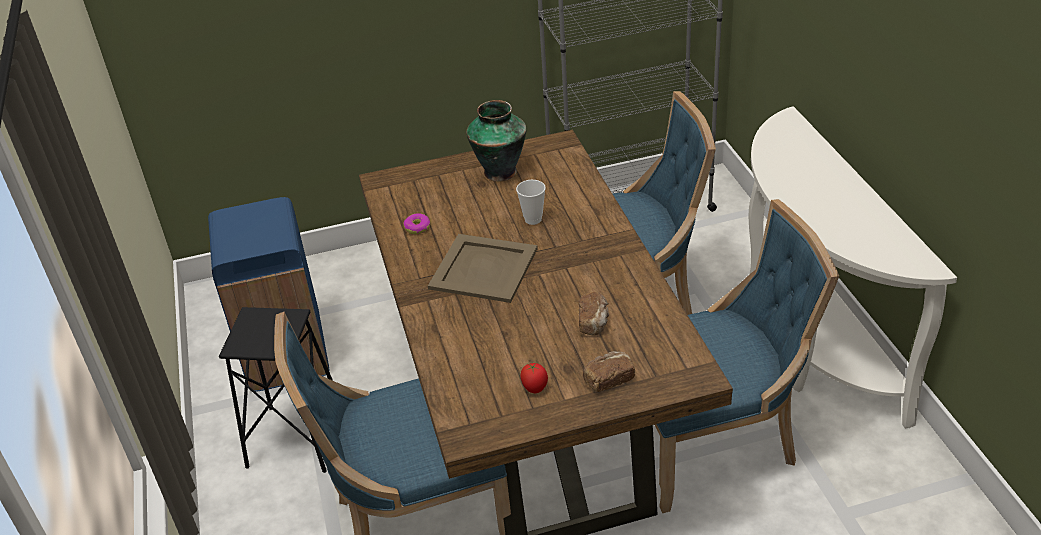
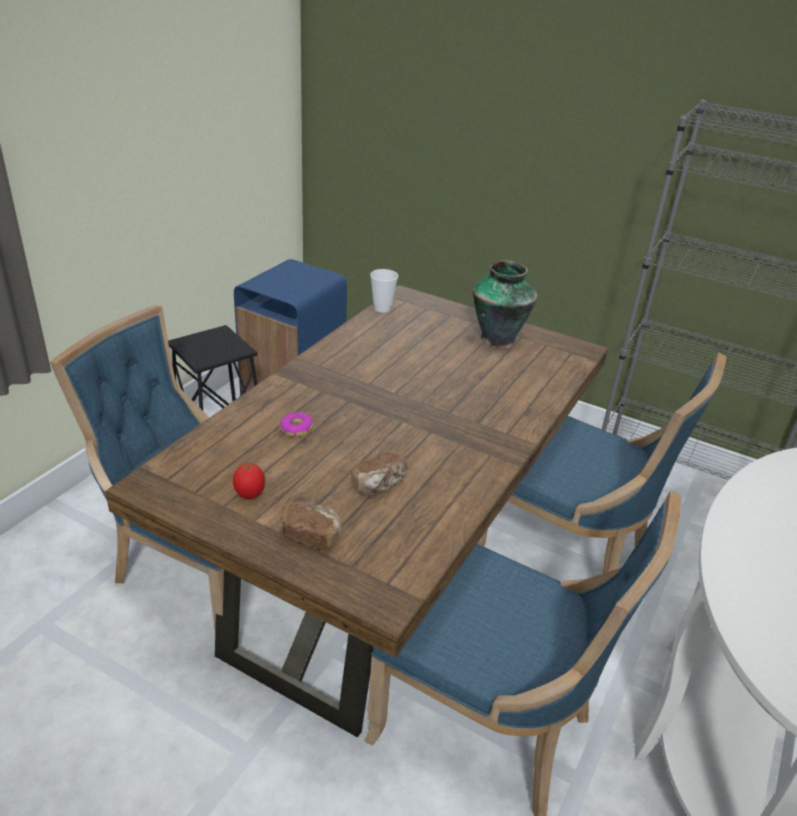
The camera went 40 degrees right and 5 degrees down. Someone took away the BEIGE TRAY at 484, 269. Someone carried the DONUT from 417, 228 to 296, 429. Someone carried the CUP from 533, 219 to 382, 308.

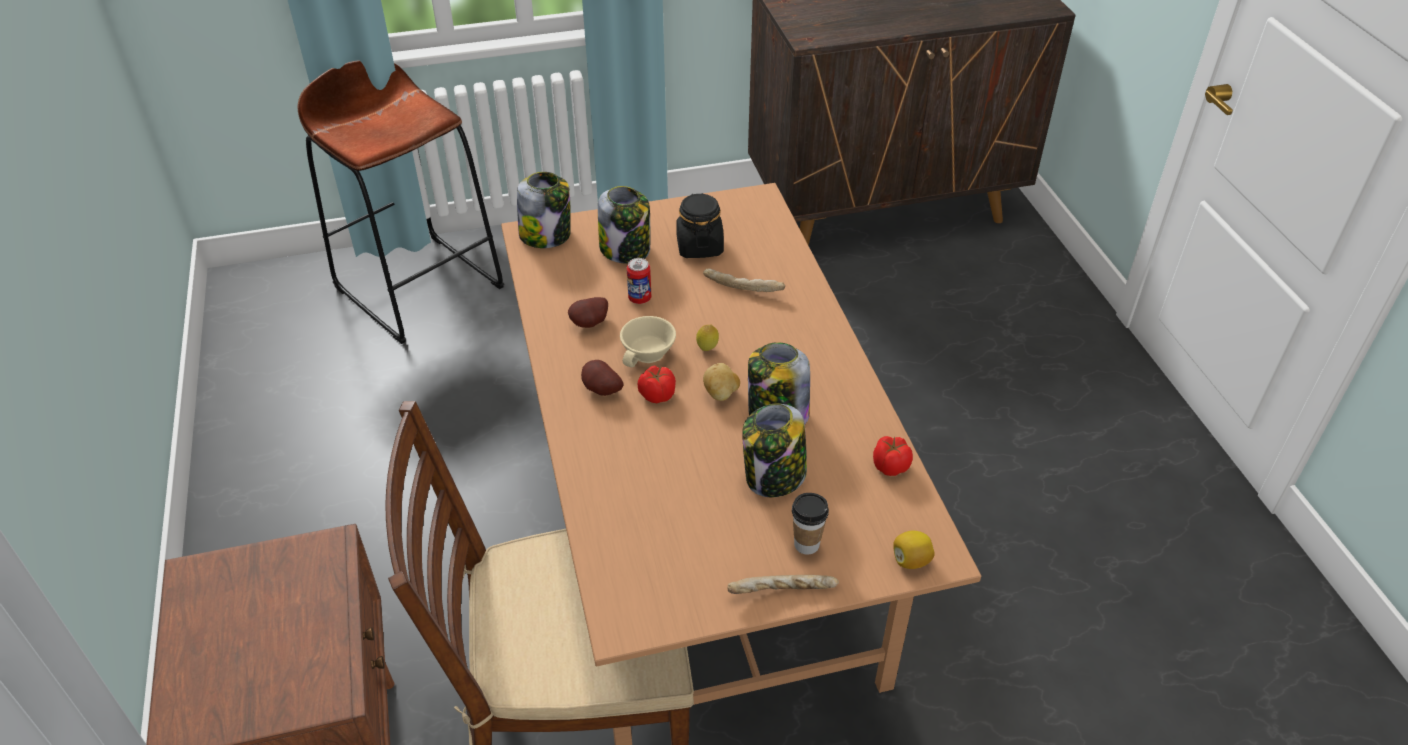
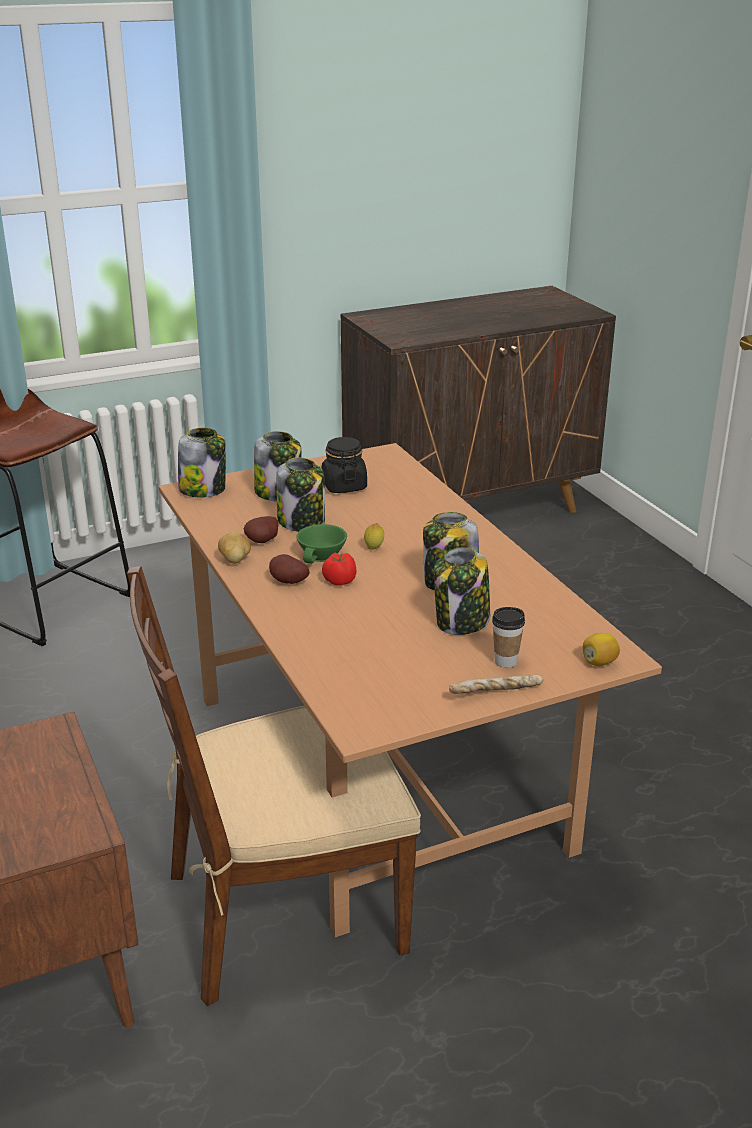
The camera went 10 degrees left and 15 degrees down. Someone took away the BREAD at 743, 286. Someone took away the TOMATO at 890, 465. Someone carried the POTATO from 721, 394 to 235, 560. Someone swapped the CAN at 639, 298 for the JAR at 302, 522. Someone repainted the BEIGE CUP at 649, 354, which became the GREEN CUP at 323, 556.

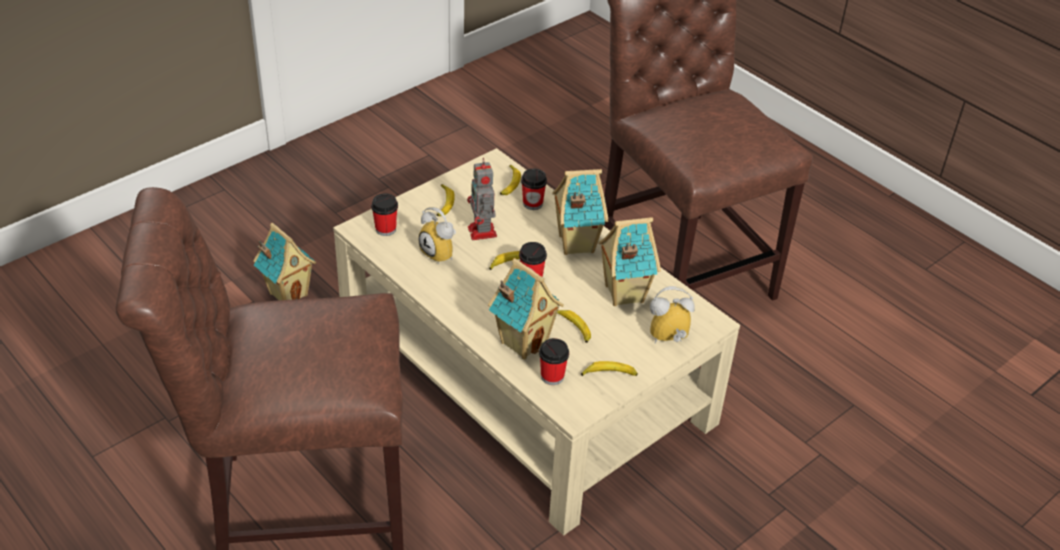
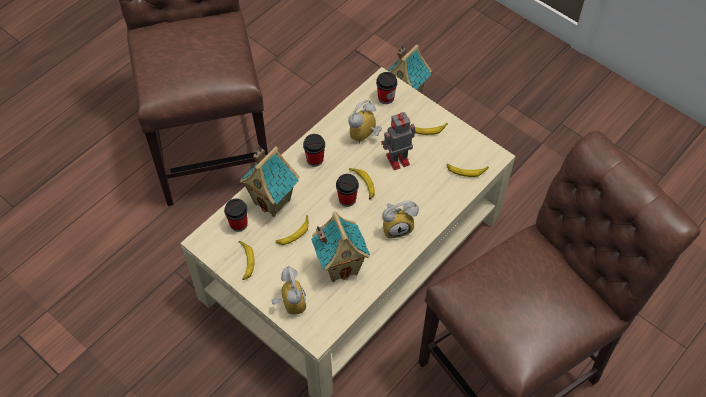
The camera went 85 degrees right and 15 degrees up. Someone carried the CUP from 532, 203 to 315, 159. Someone swapped the TOY HOUSE at 575, 244 for the ALARM CLOCK at 397, 226.

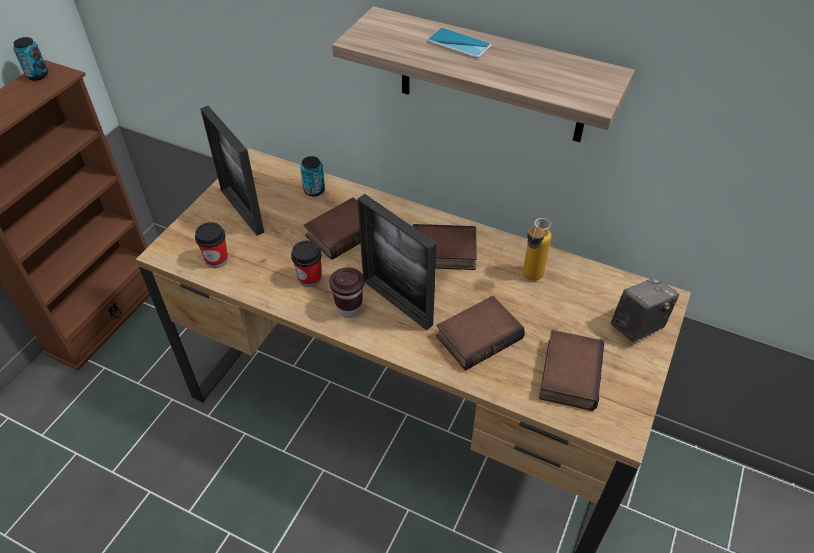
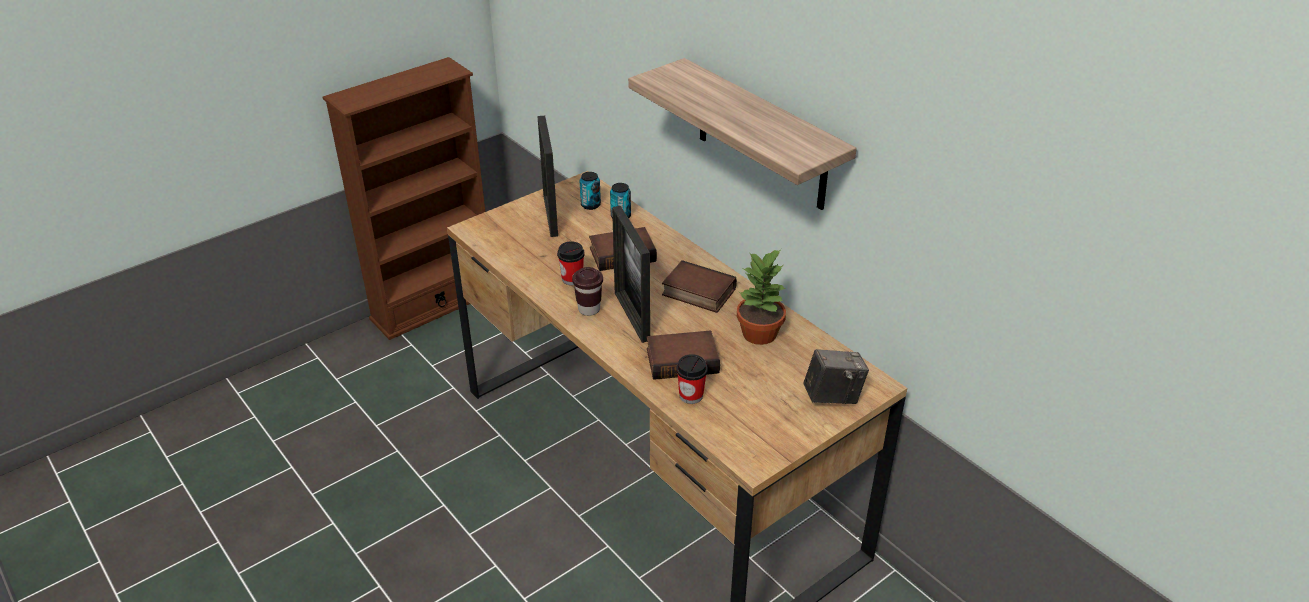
The camera went 25 degrees right and 10 degrees down. Someone took away the PHONE at 458, 44. Someone took away the BOOK at 568, 373. Someone carried the CAN from 37, 75 to 590, 205. Someone carried the CUP from 217, 260 to 691, 395. Someone swapped the BOTTLE at 529, 280 for the POTTED PLANT at 760, 334.

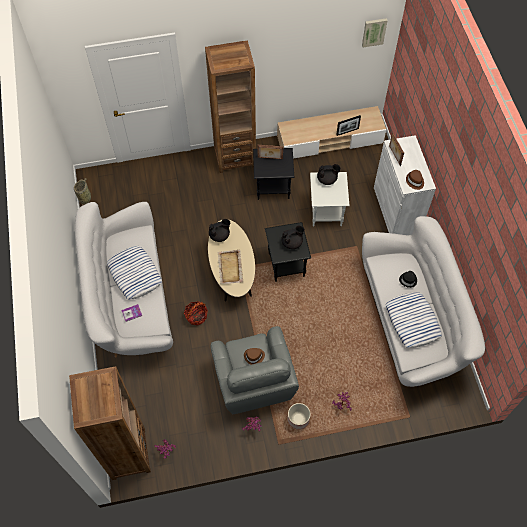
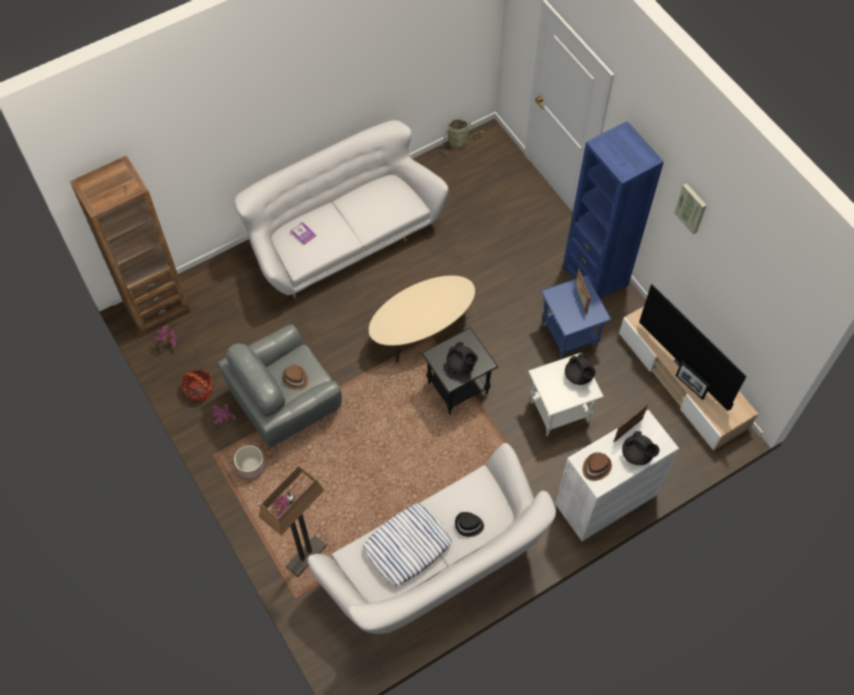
The camera went 70 degrees right and 0 degrees up. Someone took away the PILLOW at 134, 274. Someone took away the BEIGE TRAY at 230, 268. Someone put down the FLOOR LAMP at 306, 556. Someone put down the TELEVISION at 687, 364. Someone carried the BASKET from 196, 316 to 199, 389. Someone carried the BLACK TEAPOT from 220, 235 to 637, 454. Someone carried the PICTURE from 374, 32 to 691, 208. Someone repainted the BROWN BOOKCASE at 235, 157, which became the BLUE BOOKCASE at 595, 276. Someone repainted the BLACK SIDE TABLE at 273, 187, which became the BLUE SIDE TABLE at 569, 336.

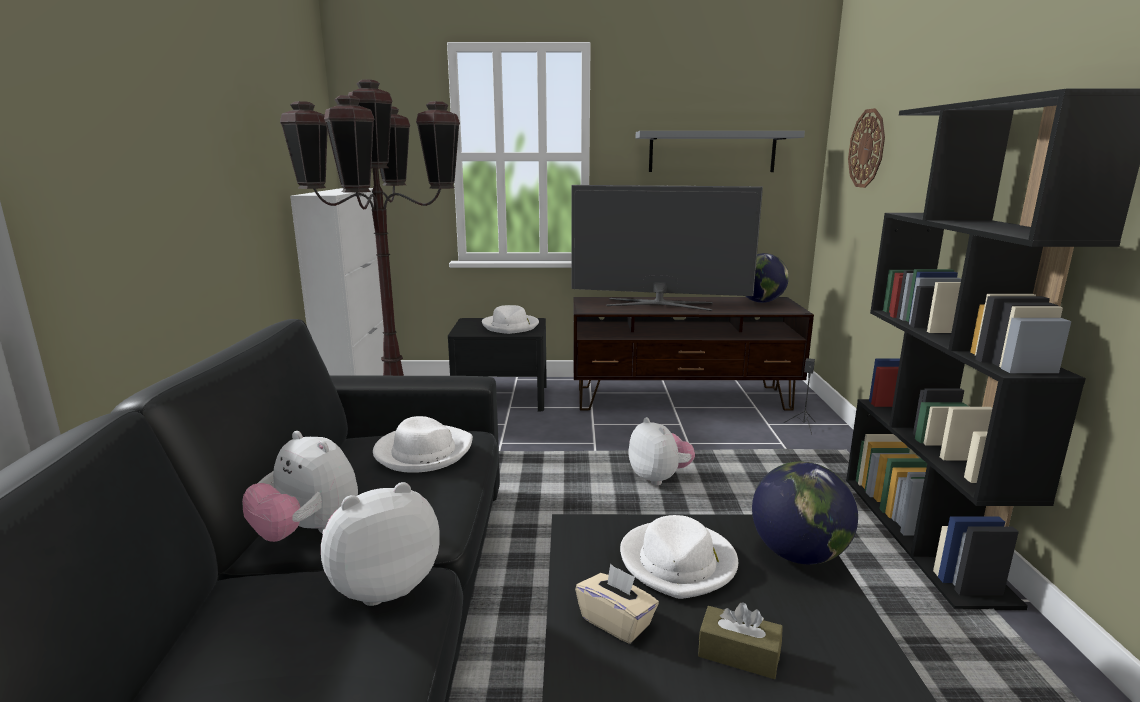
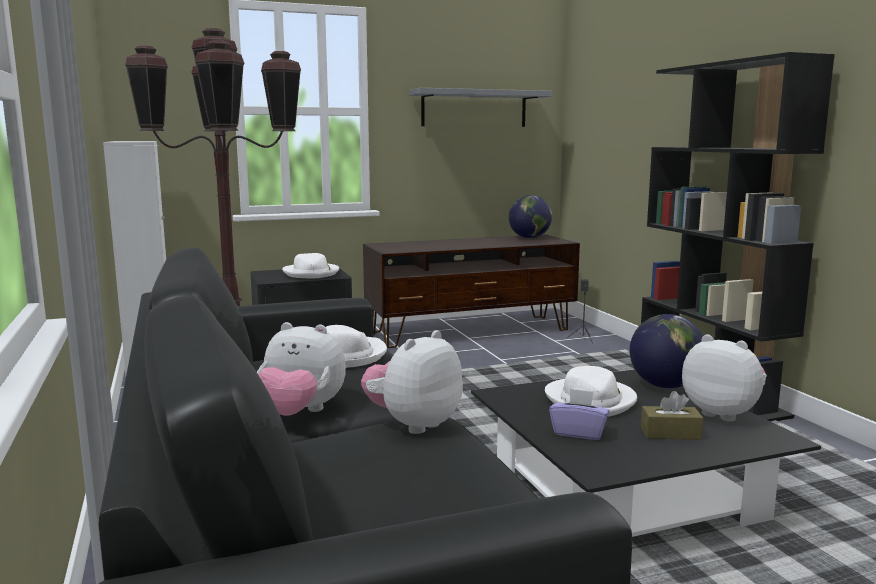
The camera went 20 degrees left and 5 degrees down. Someone took away the TELEVISION at 659, 304. Someone took away the WALL CLOCK at 867, 148. Someone carried the PLUSH TOY from 659, 478 to 722, 413. Someone repainted the BEIGE TISSUE BOX at 616, 621, which became the PURPLE TISSUE BOX at 578, 432.

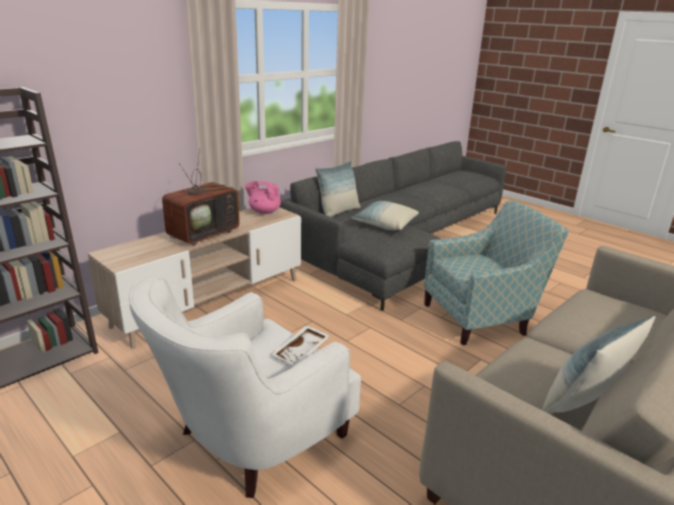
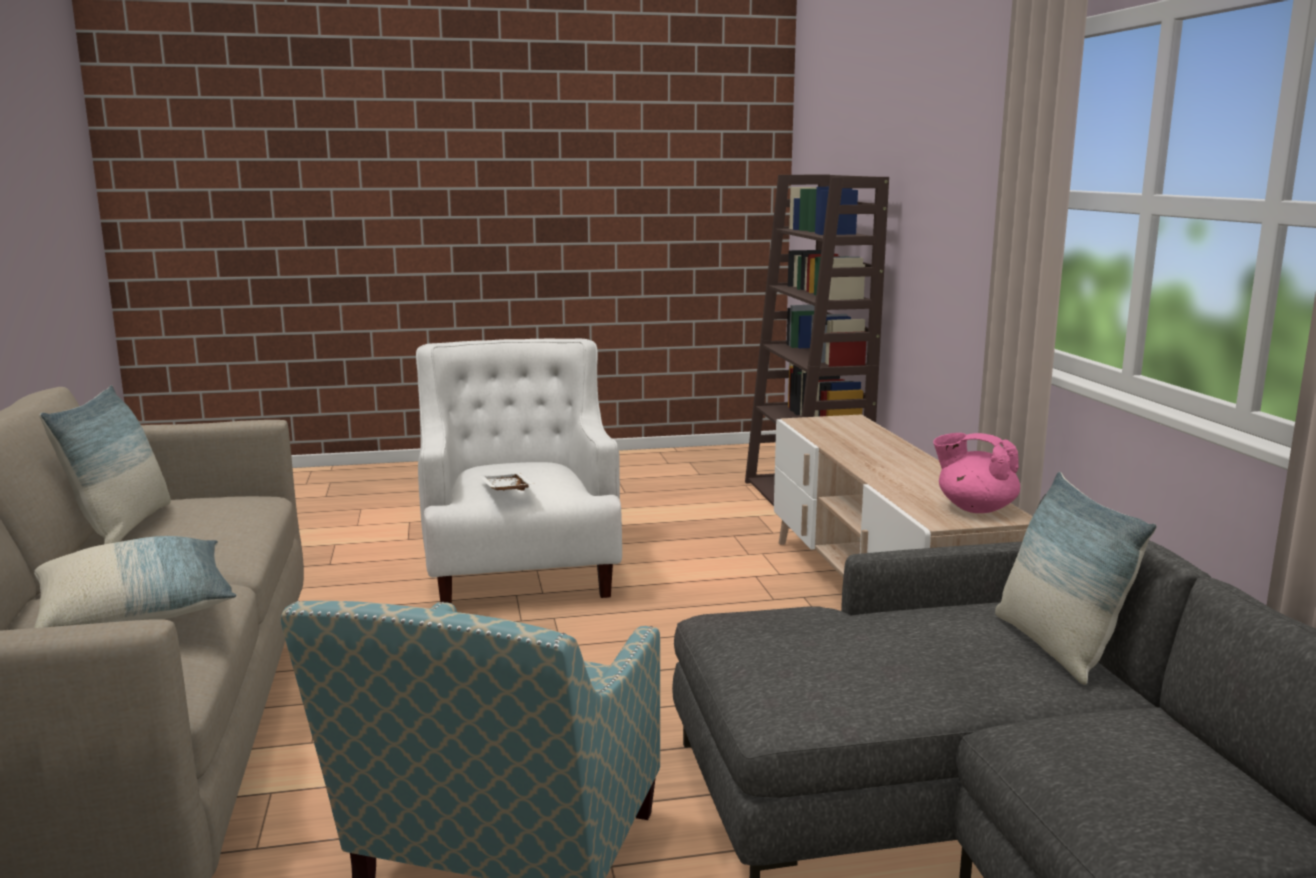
The camera went 125 degrees right and 10 degrees down. Someone took away the TELEVISION at 204, 233. Someone carried the PILLOW from 384, 224 to 138, 614. Someone rotated the PINK TEAPOT at 264, 212 by 105 degrees counterclockwise.

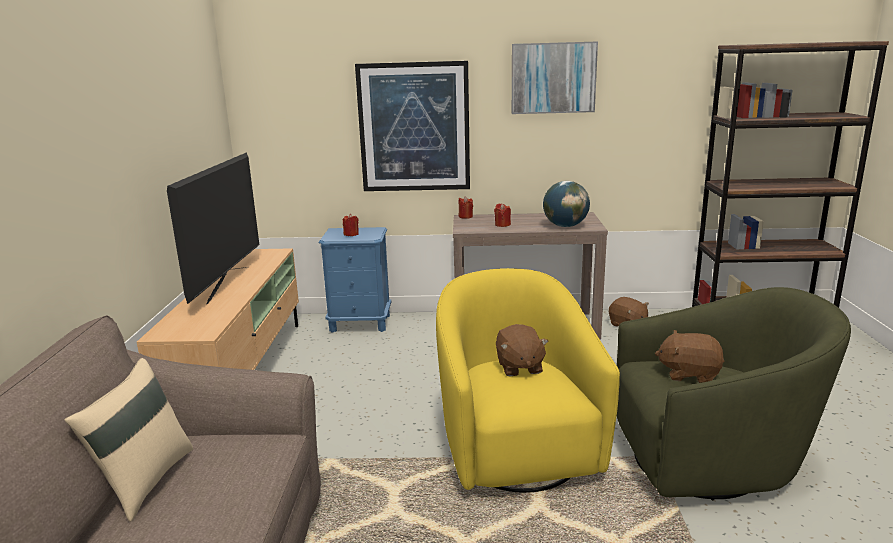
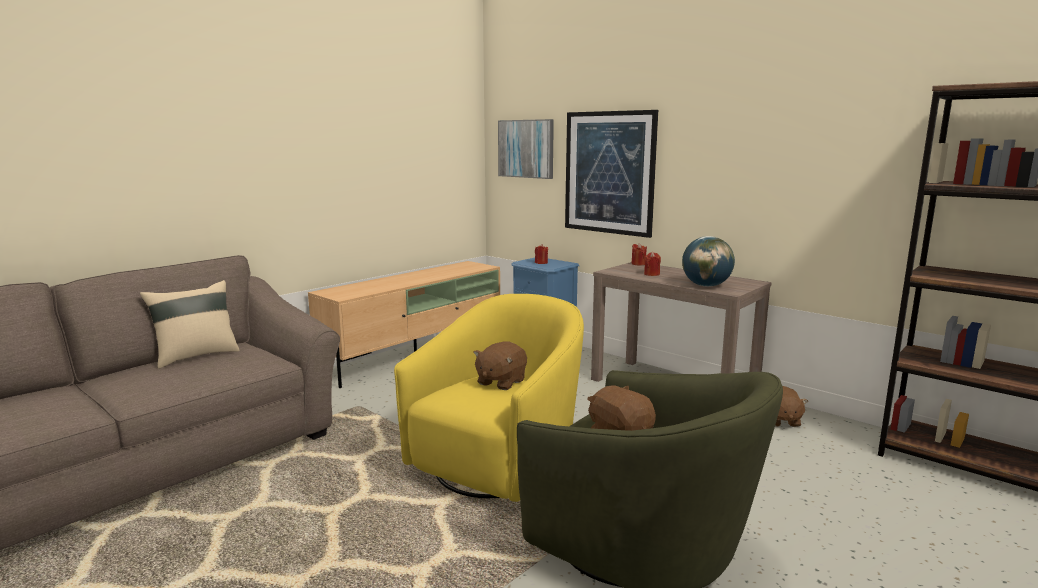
The camera went 40 degrees right and 5 degrees down. Someone took away the TELEVISION at 227, 284. Someone carried the PICTURE from 553, 78 to 526, 148.

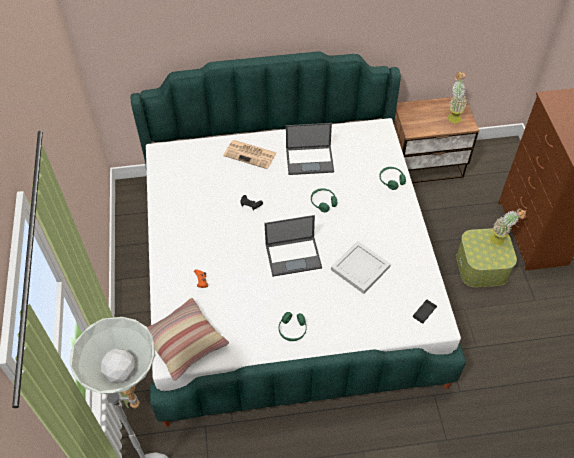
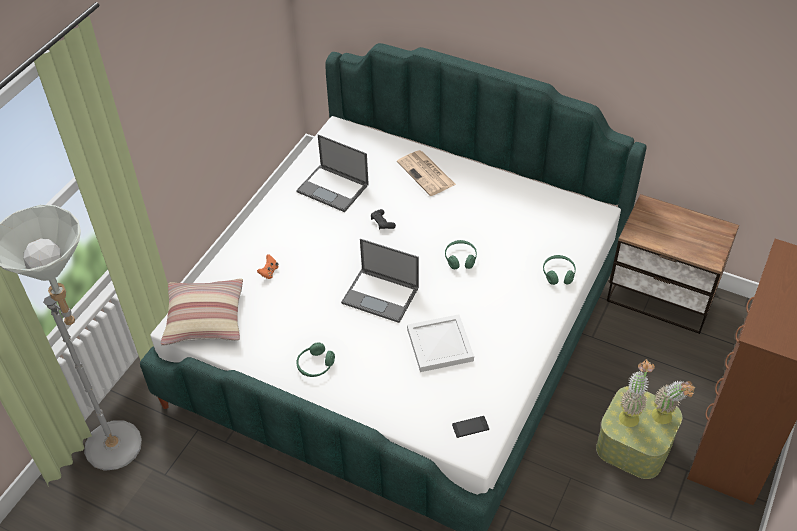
The camera went 35 degrees right and 5 degrees down. Someone carried the LAPTOP from 310, 160 to 333, 188. Someone carried the POTTED PLANT from 453, 115 to 630, 414.

